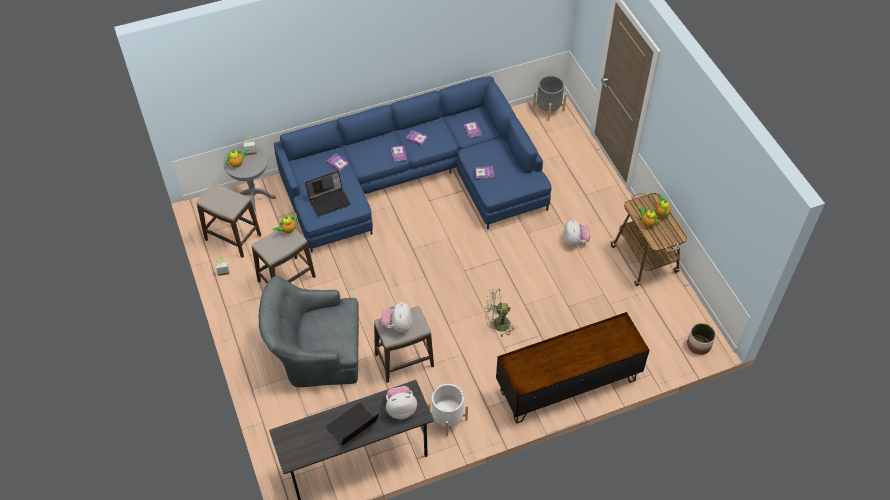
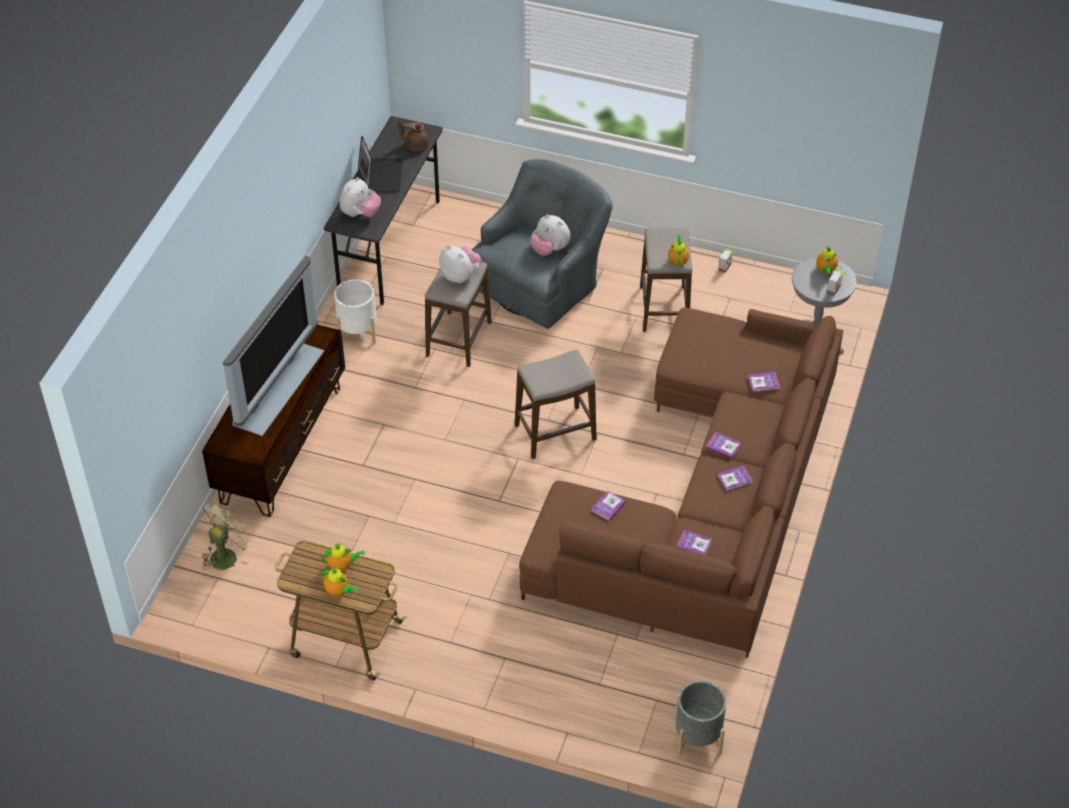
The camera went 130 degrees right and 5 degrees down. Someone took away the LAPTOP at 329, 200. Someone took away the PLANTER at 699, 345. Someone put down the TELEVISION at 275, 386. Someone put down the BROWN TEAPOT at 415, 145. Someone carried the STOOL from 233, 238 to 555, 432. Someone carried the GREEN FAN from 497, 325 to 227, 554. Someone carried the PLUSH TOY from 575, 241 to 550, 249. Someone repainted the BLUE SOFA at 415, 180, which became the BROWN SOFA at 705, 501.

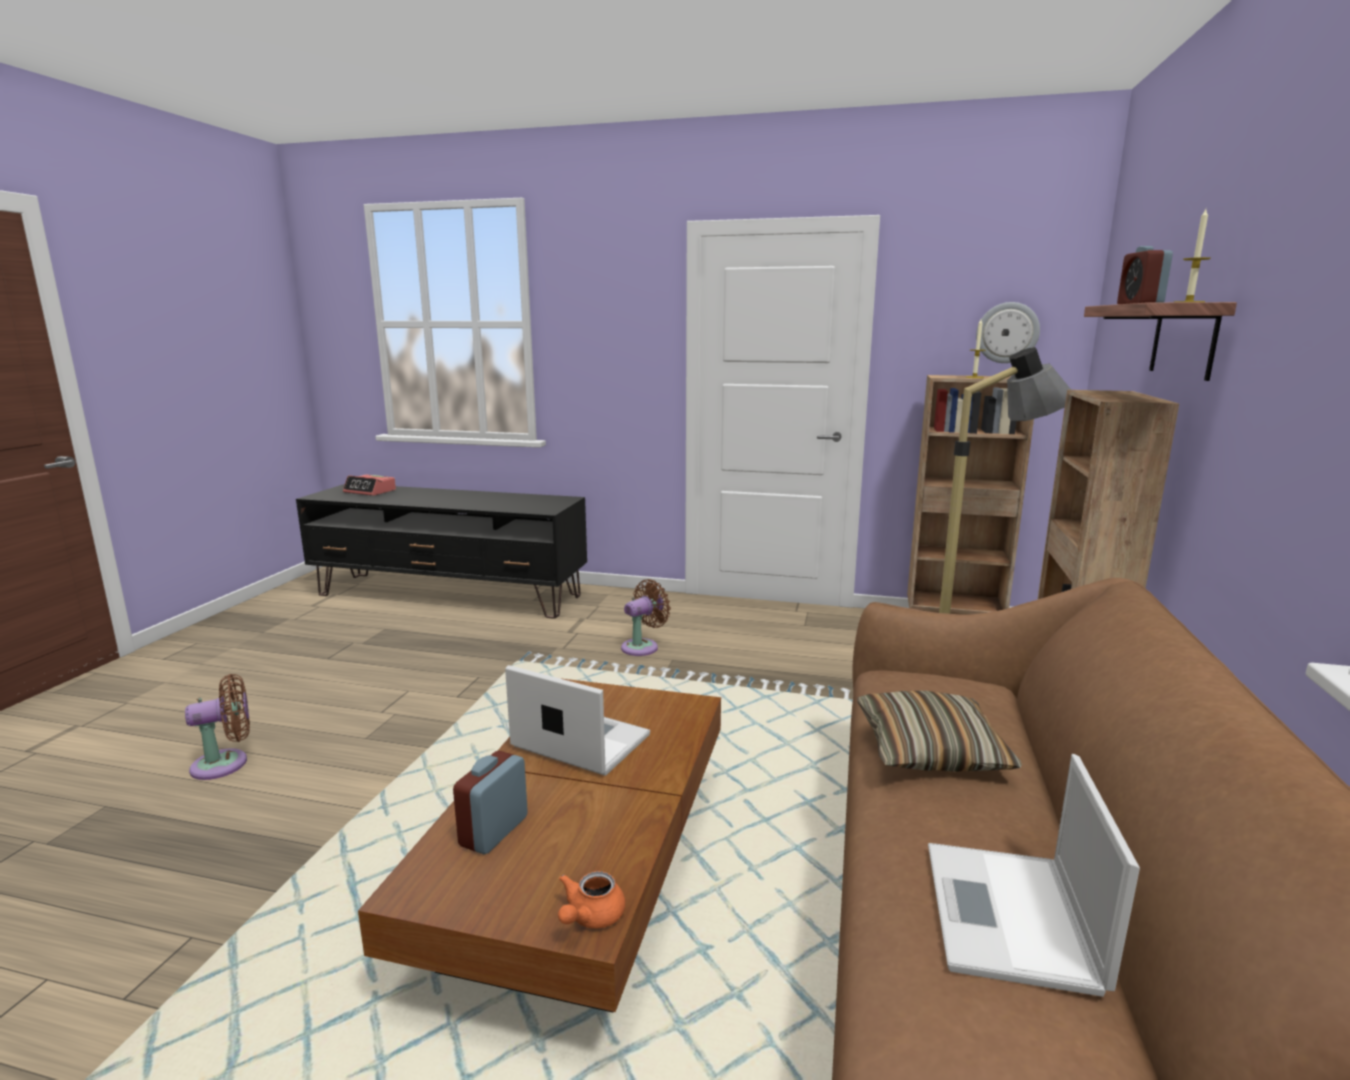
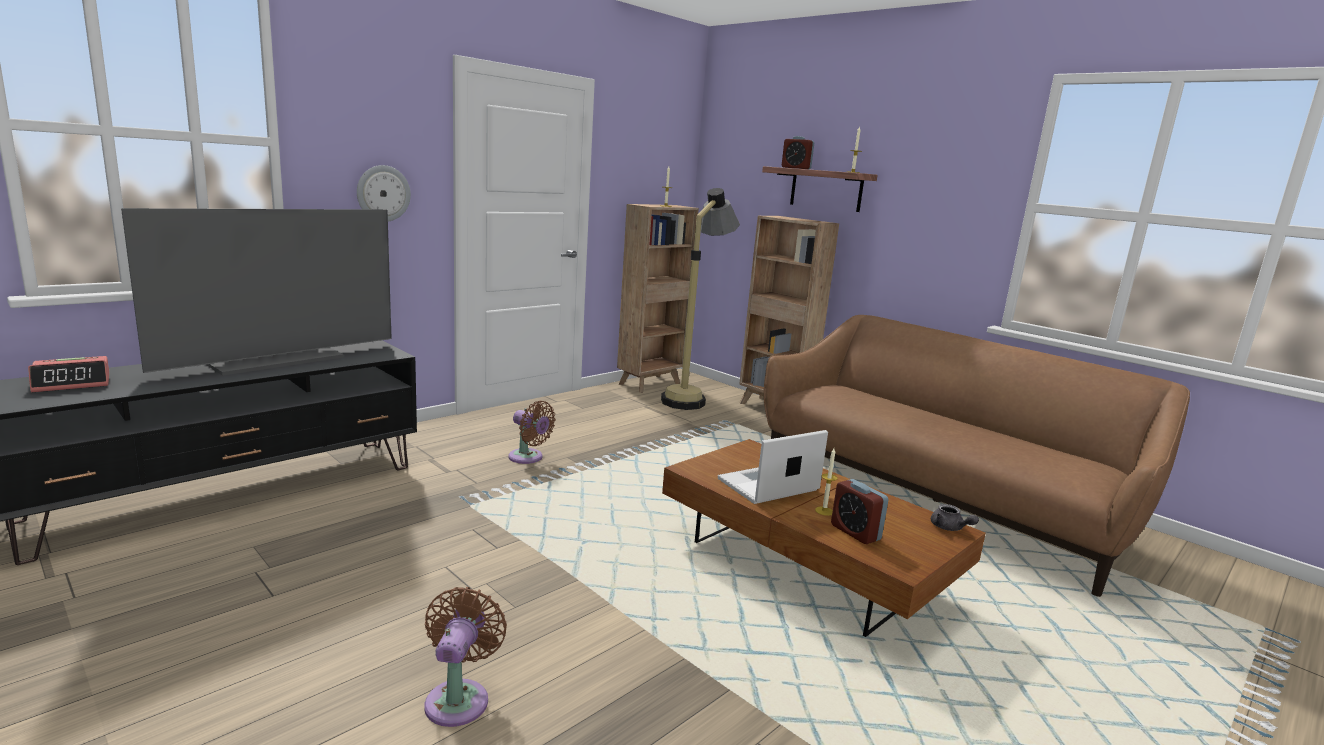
The camera went 60 degrees left and 0 degrees up. Someone took away the PILLOW at 930, 749. Someone took away the LAPTOP at 1011, 918. Someone put down the TELEVISION at 276, 359. Someone put down the CANDLE at 824, 511. Someone carried the WALL CLOCK from 1007, 332 to 383, 193. Someone repainted the ORANGE TEAPOT at 590, 917, which became the GREY TEAPOT at 949, 528. Someone rotated the BROWN FAN at 643, 646 by 135 degrees clockwise.

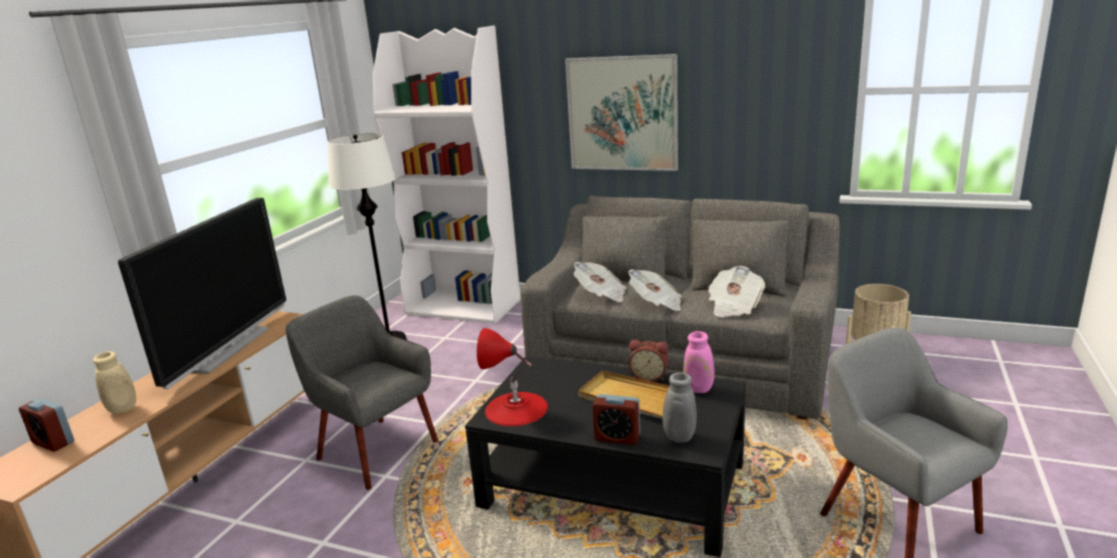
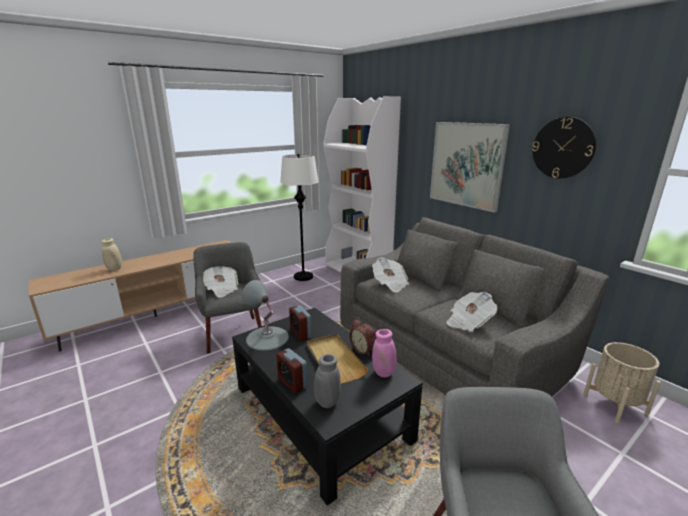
The camera went 30 degrees right and 0 degrees up. Someone took away the TELEVISION at 227, 349. Someone put up the WALL CLOCK at 563, 148. Someone carried the ALARM CLOCK from 53, 442 to 300, 333. Someone carried the NEWSPAPER from 656, 303 to 221, 289. Someone repainted the RED TABLE LAMP at 516, 408, which became the GREY TABLE LAMP at 267, 338.

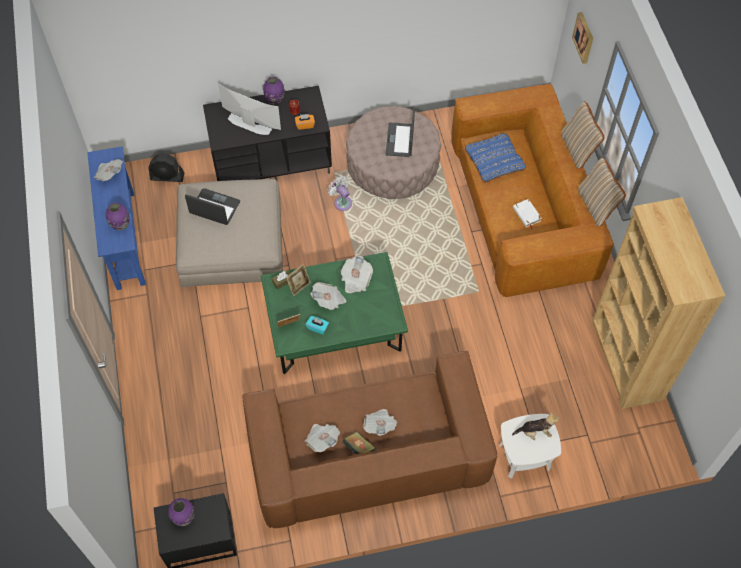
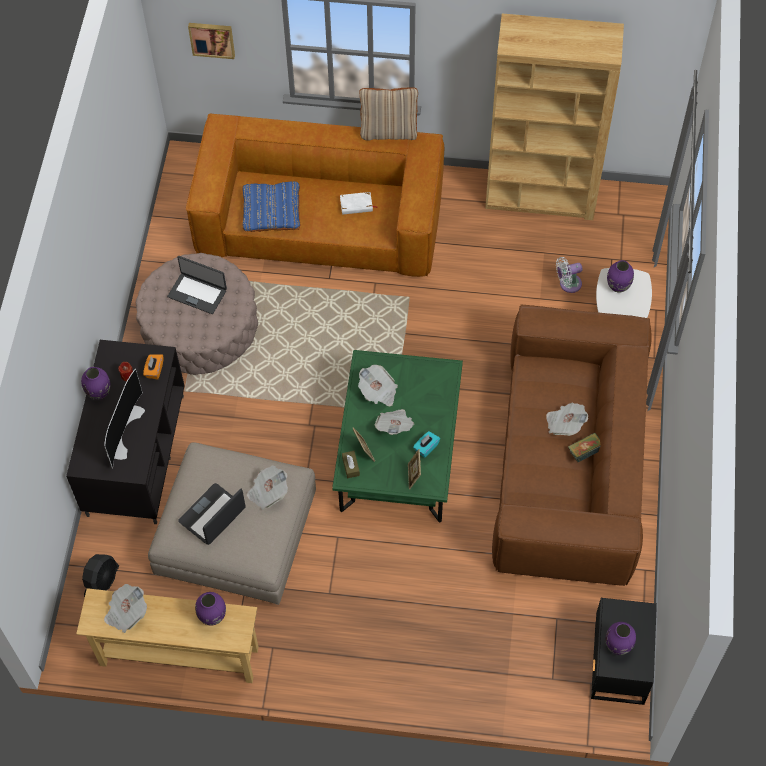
The camera went 70 degrees left and 0 degrees up. Someone took away the BEIGE PILLOW at 578, 149. Someone carried the NEWSPAPER from 322, 440 to 268, 492. Someone carried the WHITE FAN from 342, 202 to 568, 284. Someone swapped the PLUSH TOY at 535, 432 for the PURPLE VASE at 618, 286. Someone repainted the BLUE CONSOLE TABLE at 125, 240, which became the BEIGE CONSOLE TABLE at 179, 656. Someone rotated the TELEVISION at 249, 123 by 150 degrees clockwise.

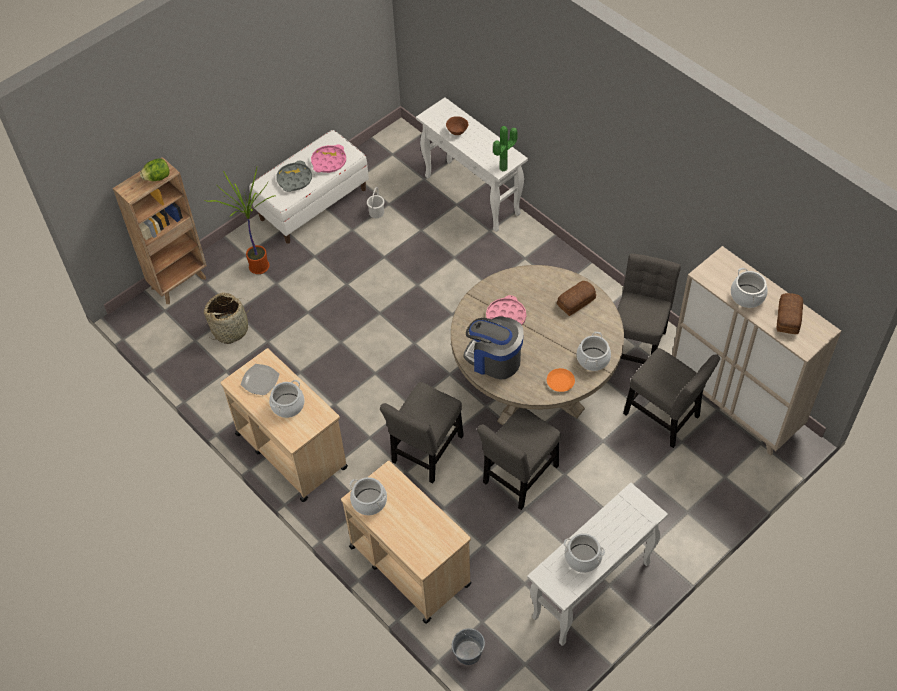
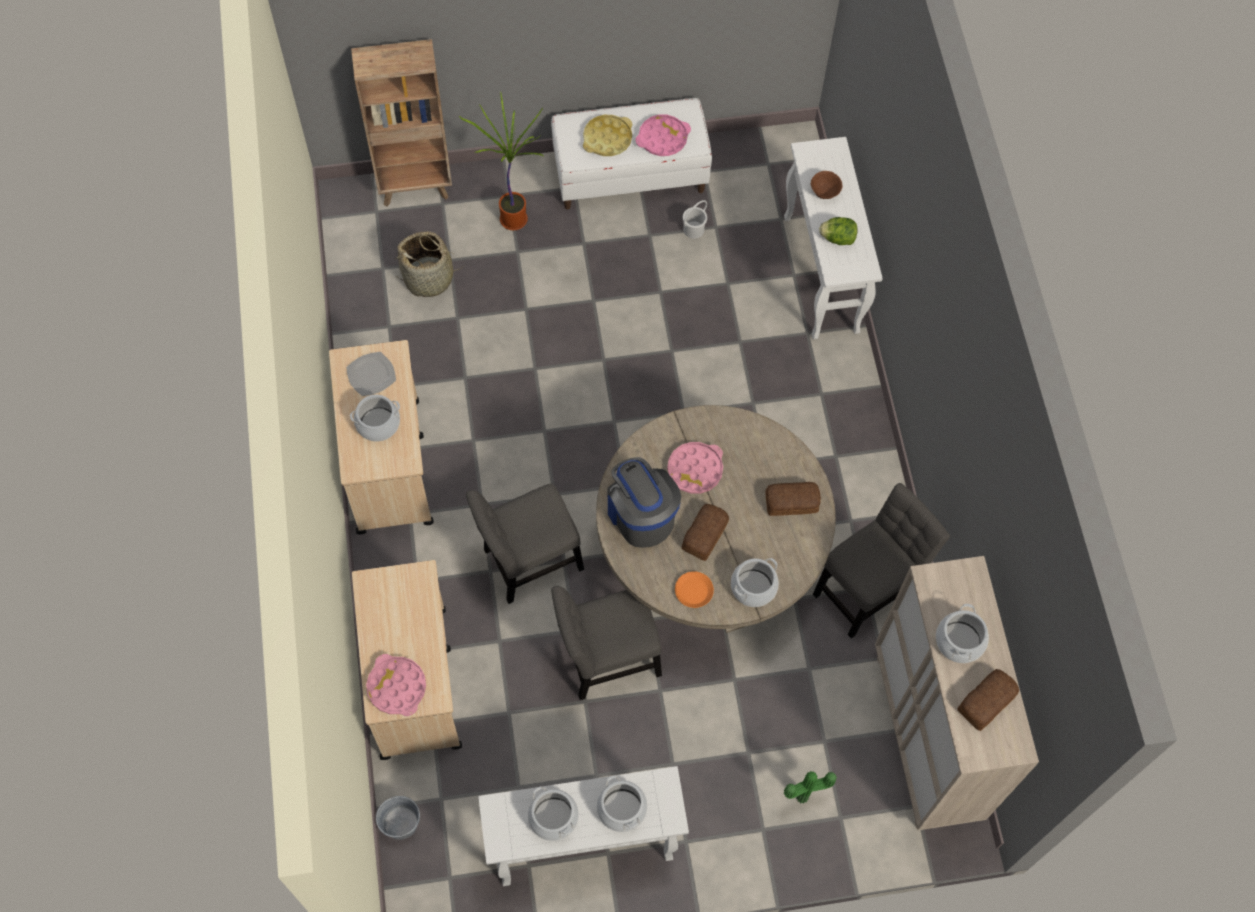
The camera went 30 degrees right and 10 degrees up. Someone took away the GREY CHAIR at 664, 418. Someone put down the PINK TRAY at 397, 687. Someone put down the BREAD at 703, 535. Someone carried the LETTUCE from 157, 177 to 838, 238. Someone carried the COOKING POT from 369, 501 to 621, 809. Someone carried the POTTED PLANT from 504, 169 to 803, 799. Someone repainted the GREY TRAY at 294, 179, which became the YELLOW TRAY at 607, 138.

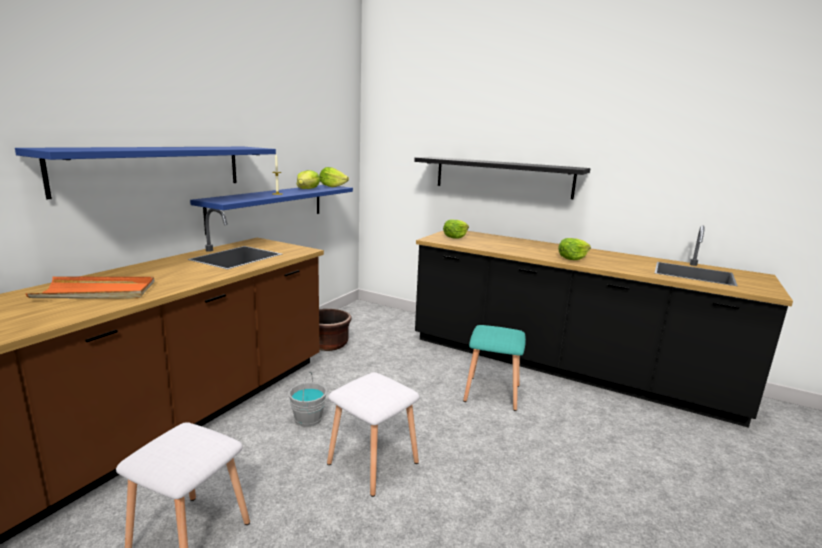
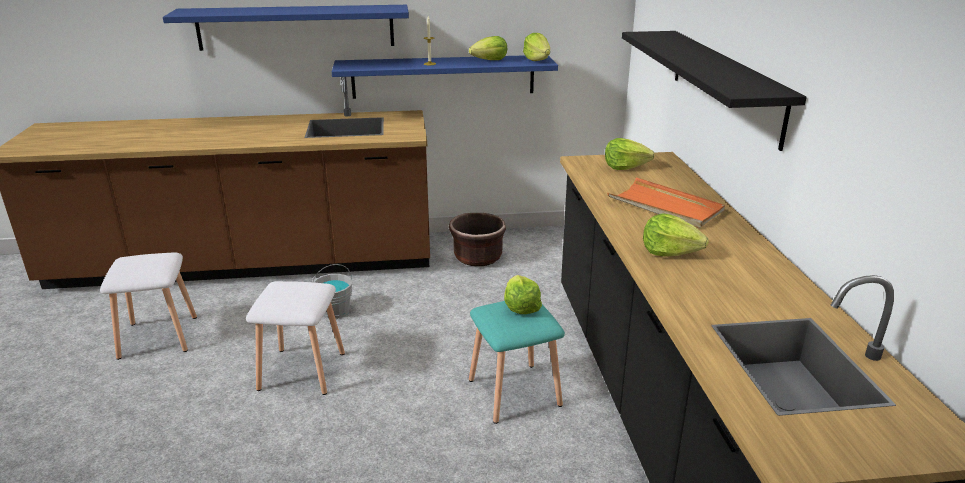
The camera went 55 degrees right and 10 degrees up. Someone put down the LETTUCE at 521, 307. Someone carried the ORANGE TRAY from 96, 292 to 665, 207.

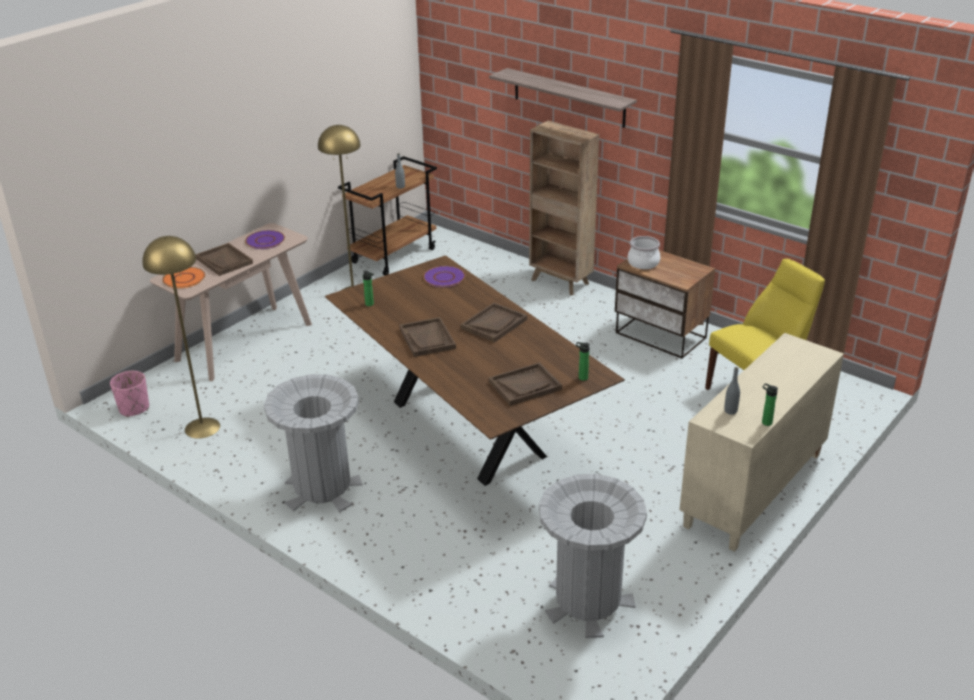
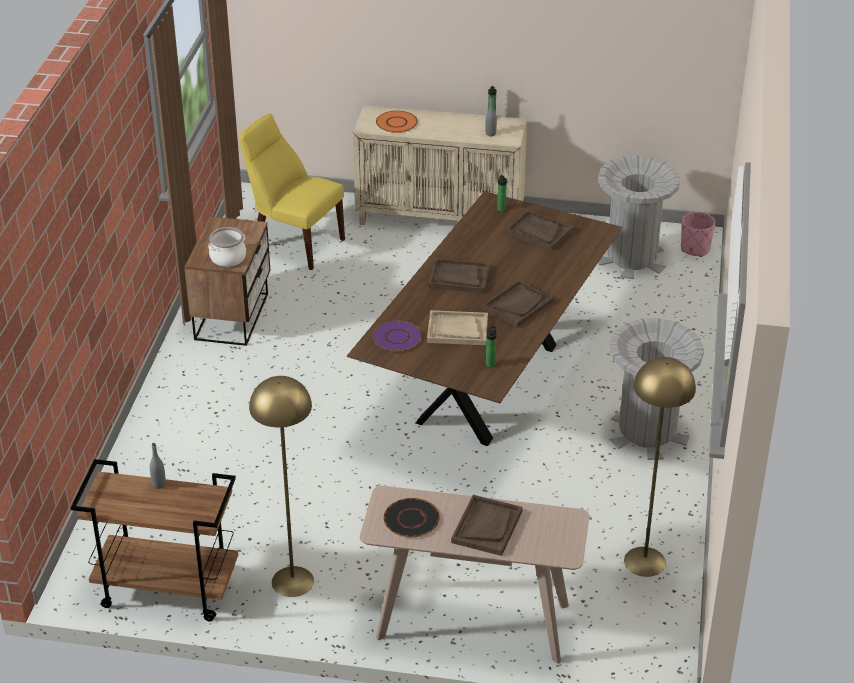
The camera went 120 degrees left and 5 degrees up. Someone took away the SHELF at 569, 97. Someone took away the BROWN BOOKCASE at 561, 282. Someone put down the BEIGE TRAY at 457, 330. Someone carried the PINK PLANTER from 134, 408 to 695, 249. Someone carried the ORANGE PLATE from 184, 278 to 396, 122. Someone repainted the PURPLE PLATE at 265, 240, which became the BLACK PLATE at 411, 519.

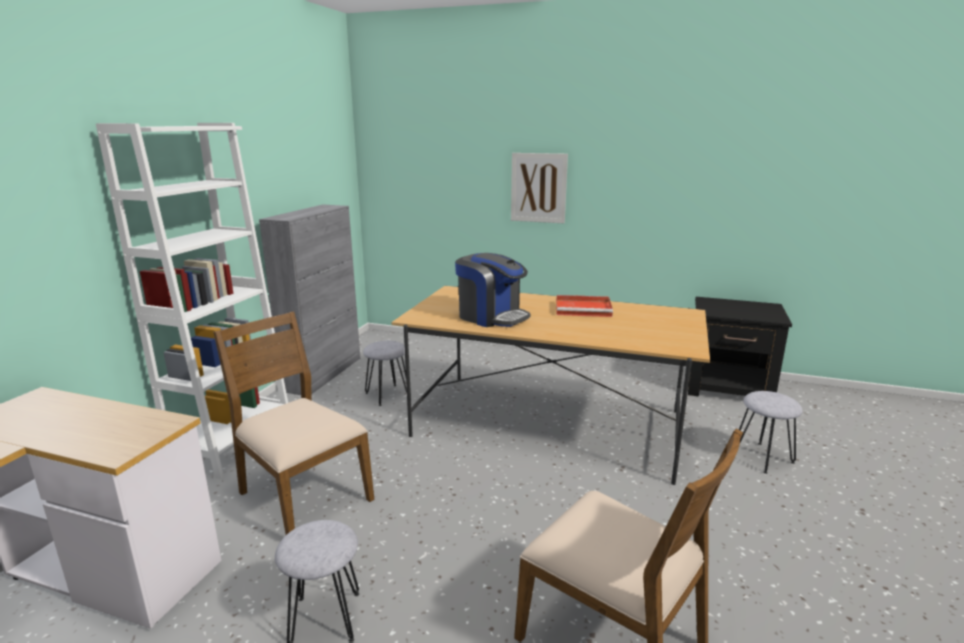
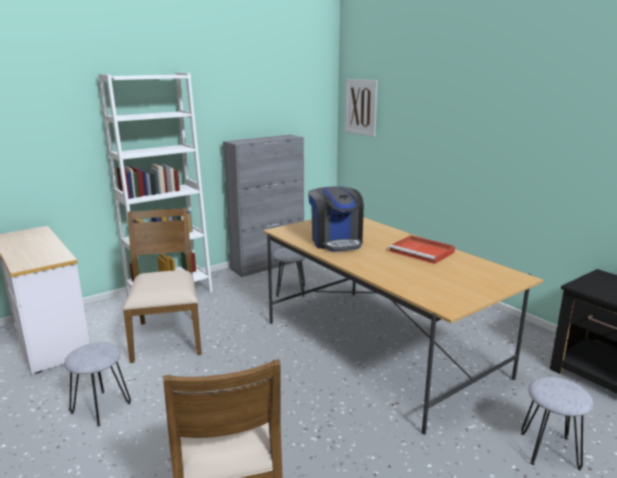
The camera went 35 degrees right and 0 degrees up. Someone carried the PICTURE from 538, 188 to 361, 107.

